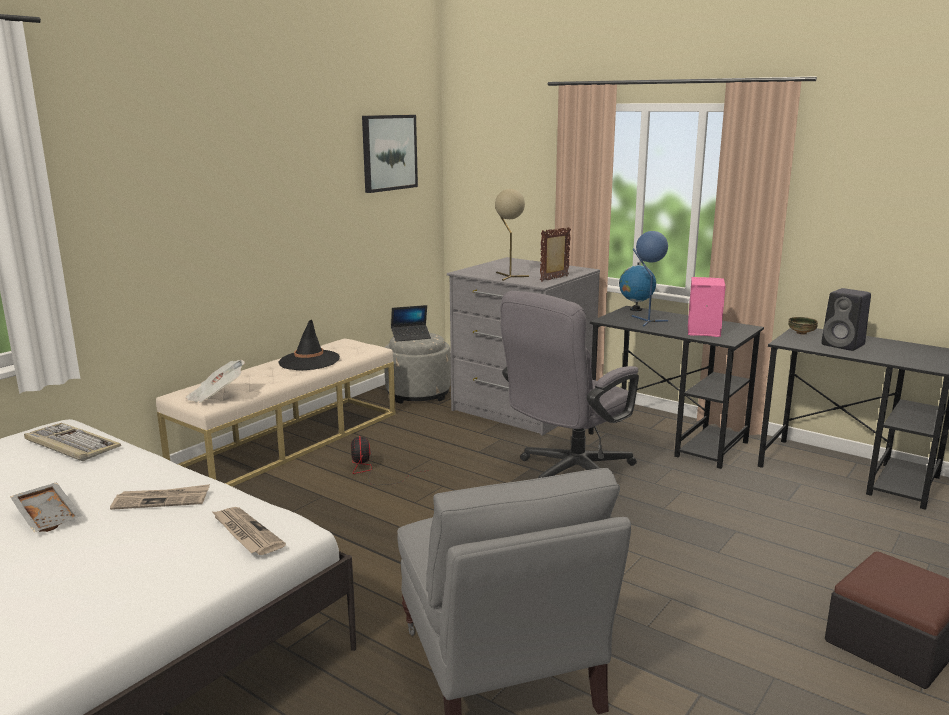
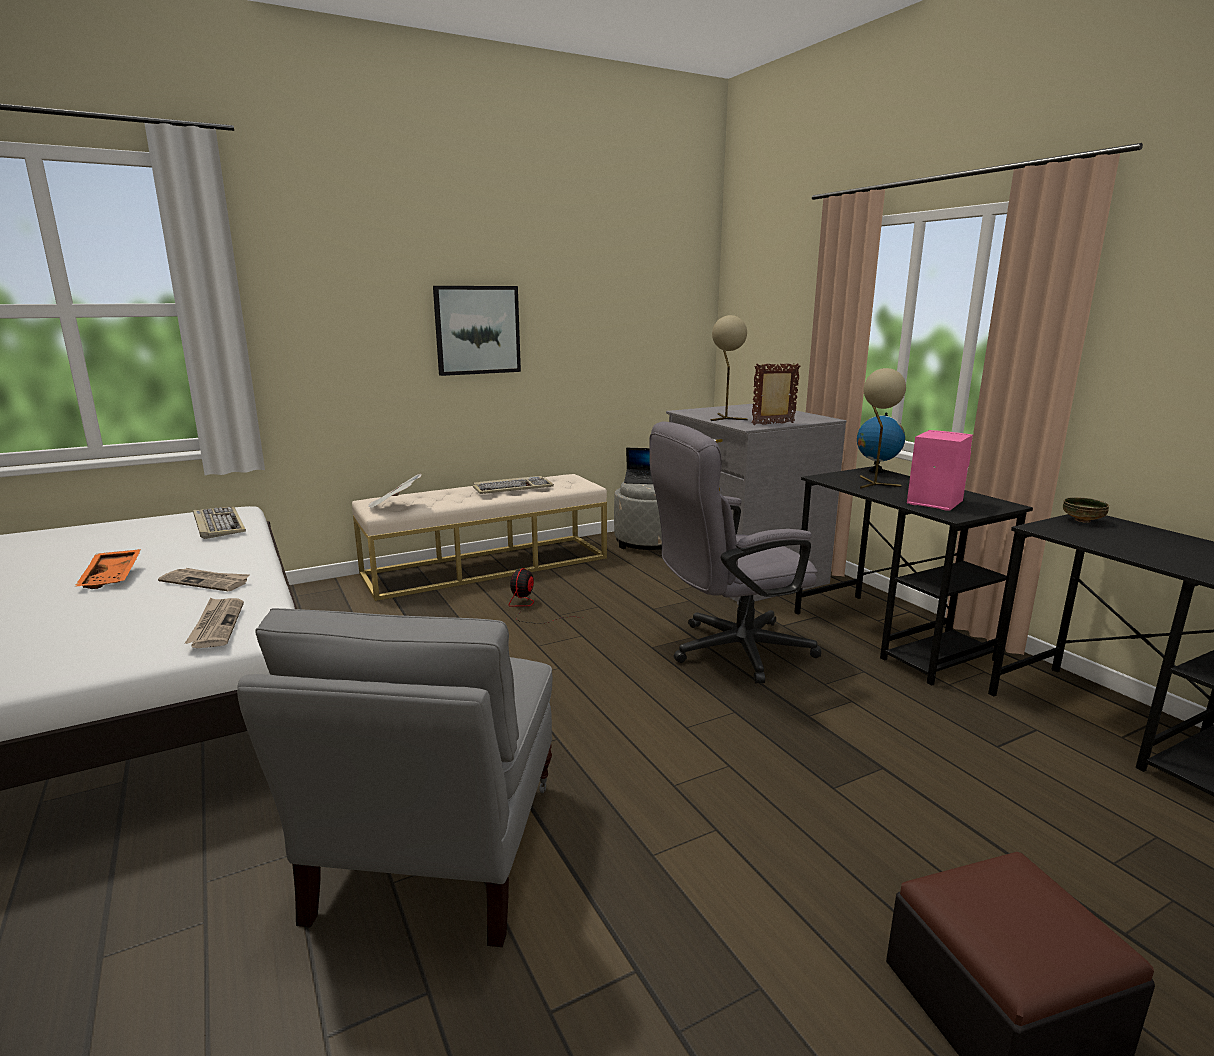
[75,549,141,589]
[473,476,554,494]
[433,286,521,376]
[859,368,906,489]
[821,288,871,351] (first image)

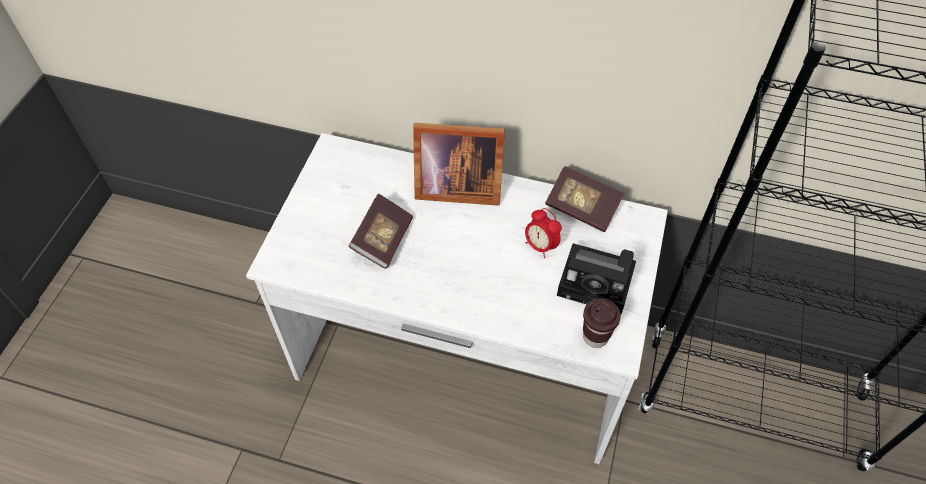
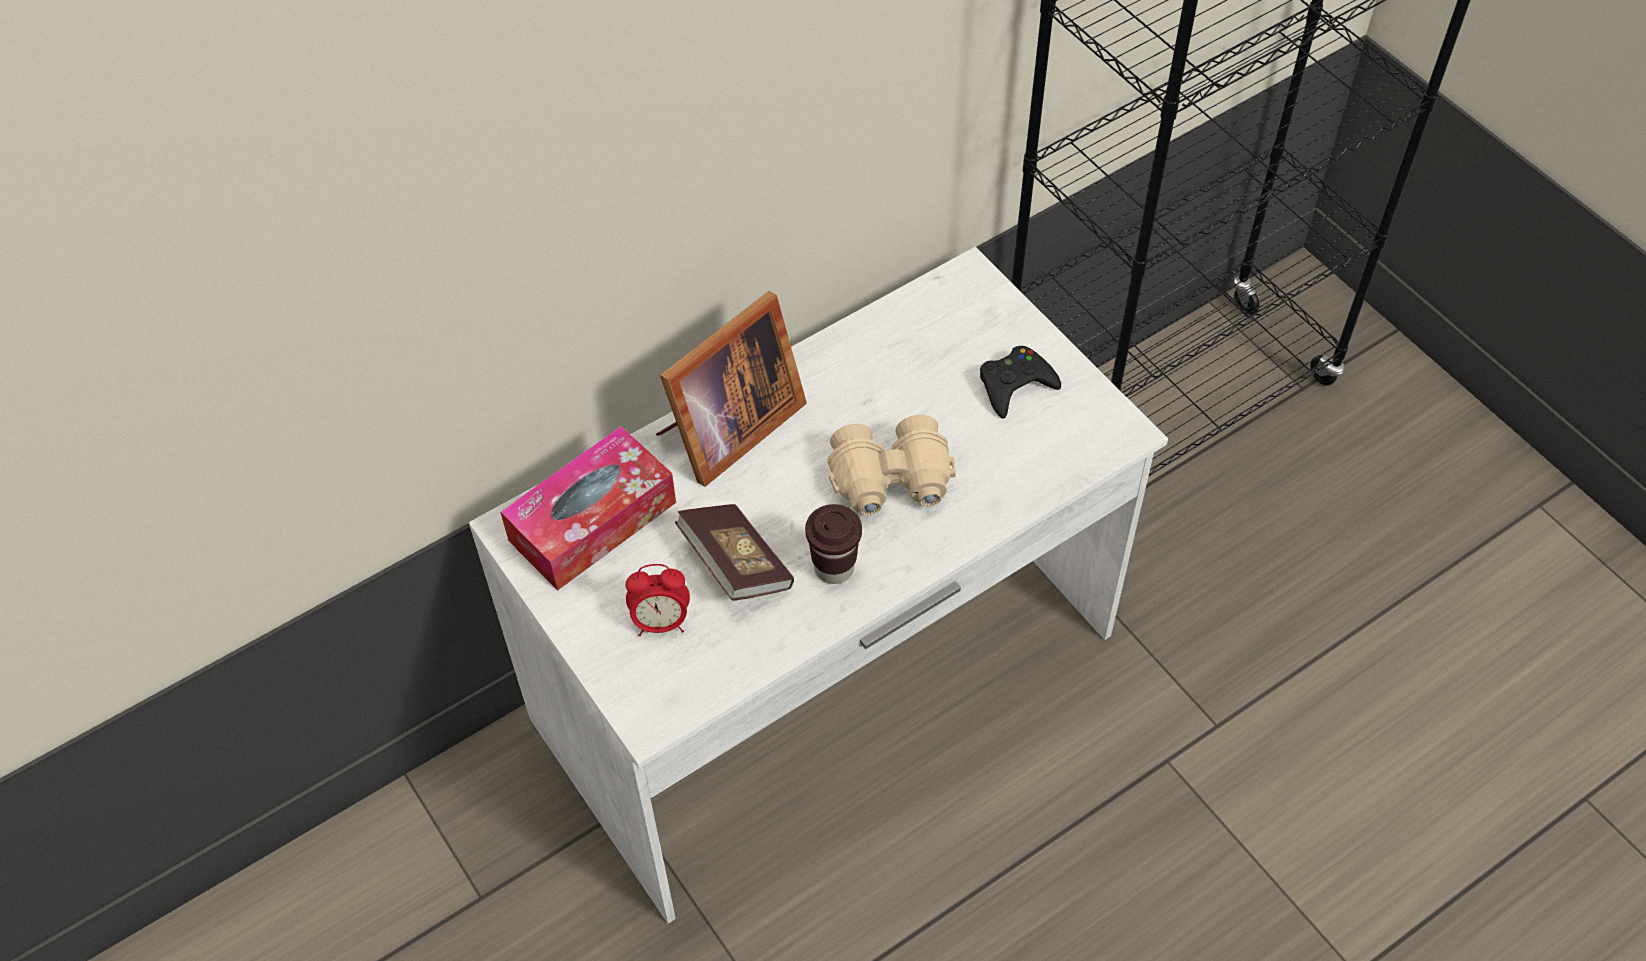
[626,564,690,636]
[545,166,624,232] (first image)
[980,346,1061,419]
[805,504,862,584]
[500,426,676,590]
[827,415,956,515]

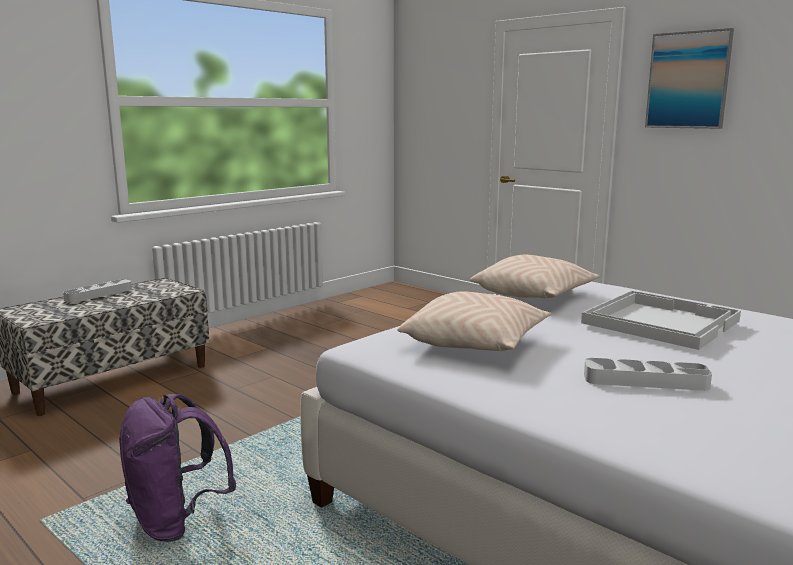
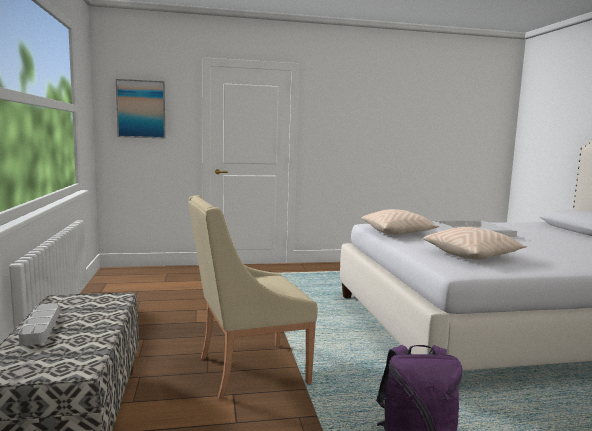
[584,358,712,391] (first image)
[116,79,165,138]
[189,195,318,399]

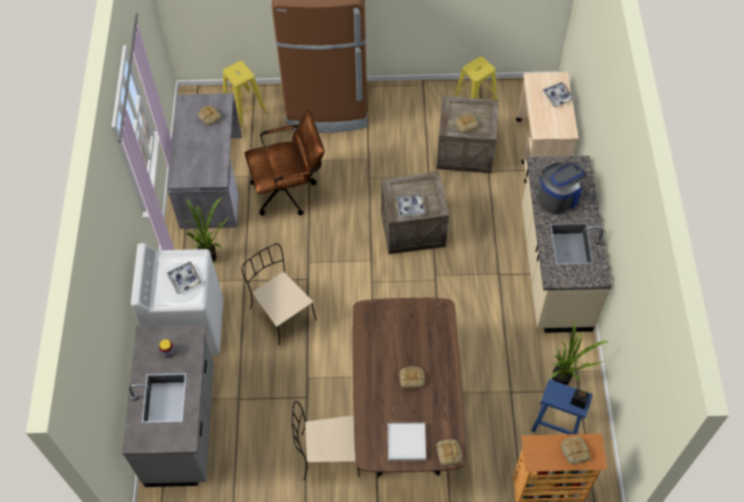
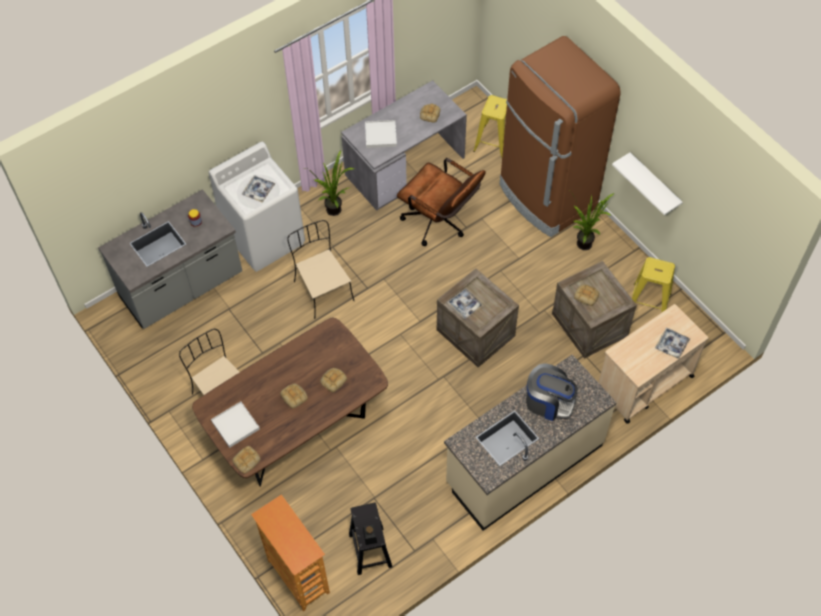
[287,220,354,319]
[349,502,392,575]
[568,190,614,250]
[320,368,347,393]
[365,120,397,148]
[612,152,683,215]

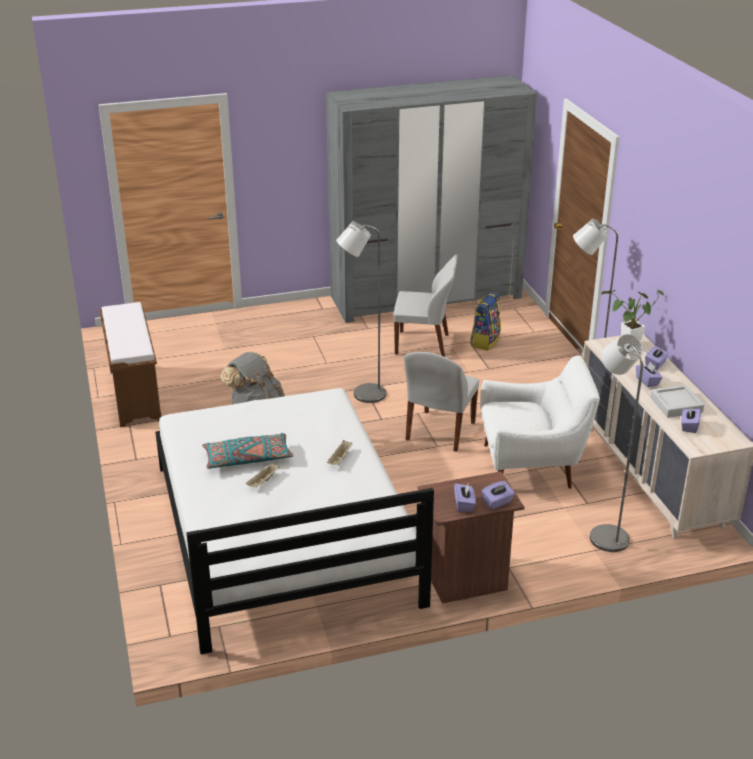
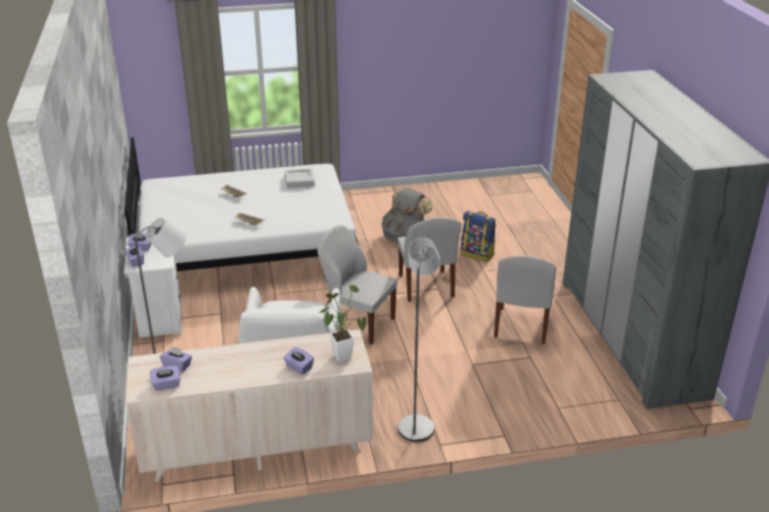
[100,302,161,427] (first image)
[202,433,293,469] (first image)
[398,218,461,302]
[124,237,182,338]
[460,211,496,262]
[150,366,180,391]
[285,168,315,188]

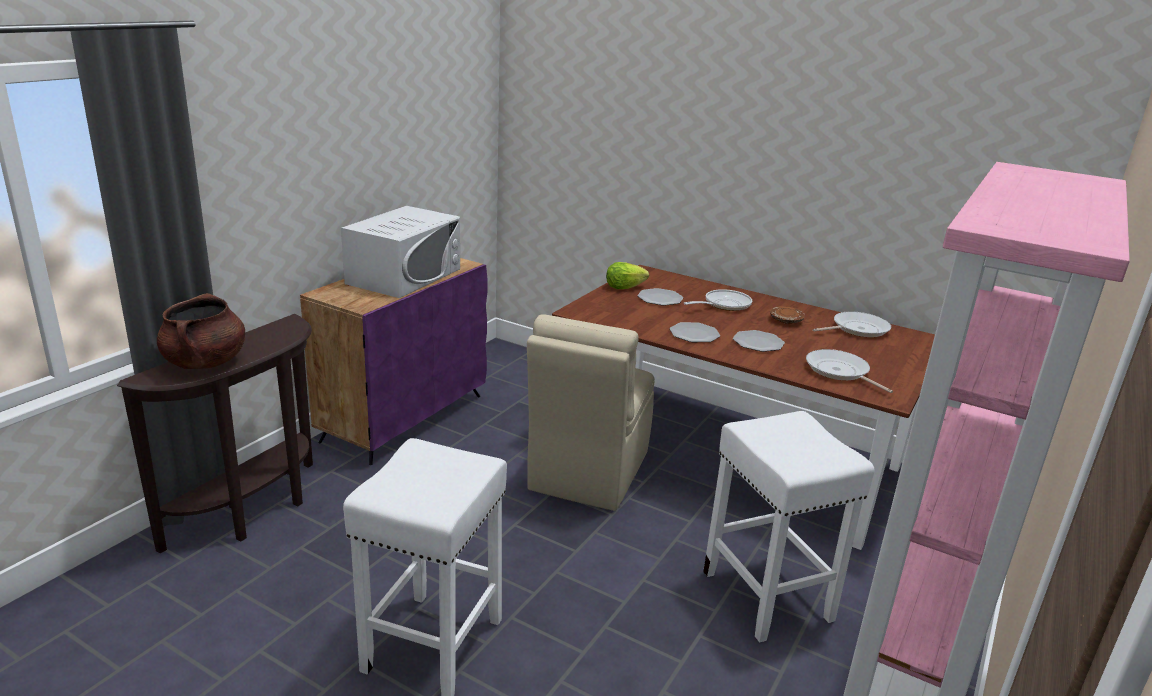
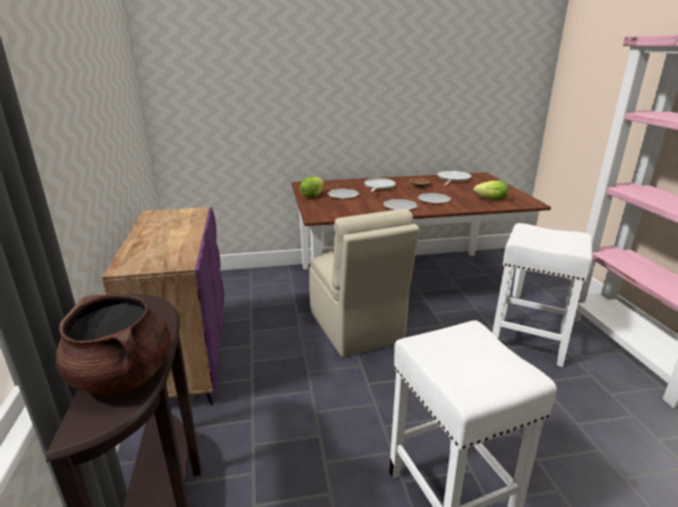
[341,206,460,298] (first image)
[473,180,508,201]

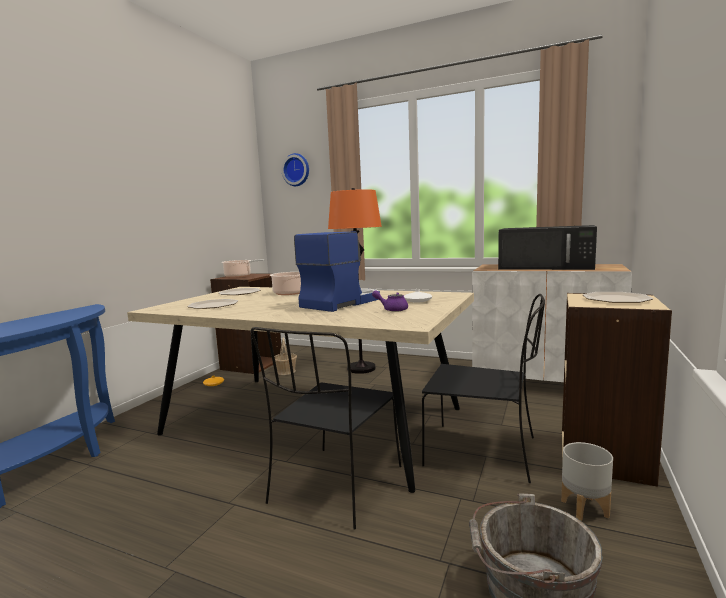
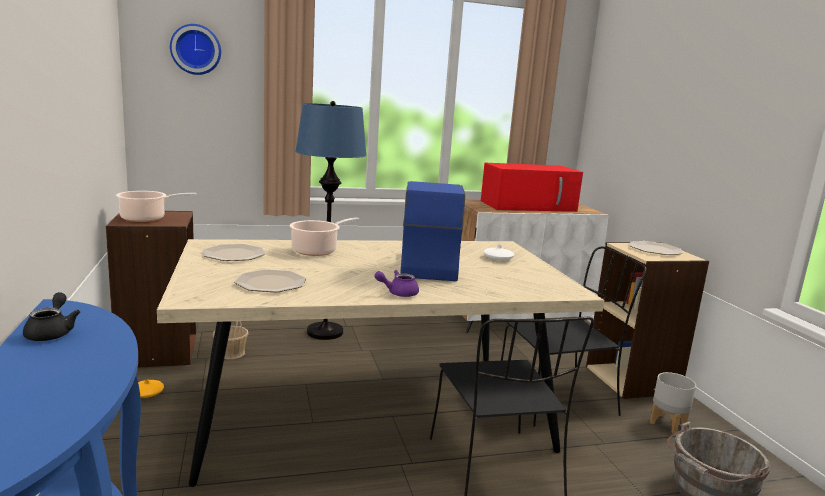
[295,101,367,340]
[374,270,419,297]
[481,163,583,212]
[23,292,80,341]

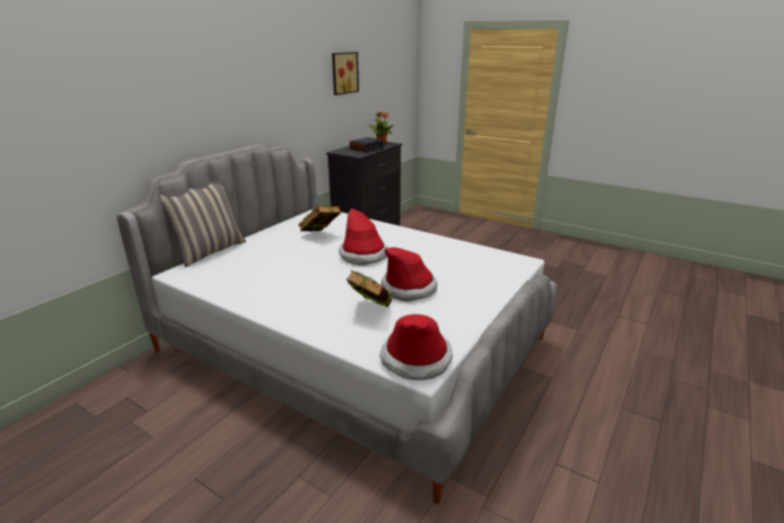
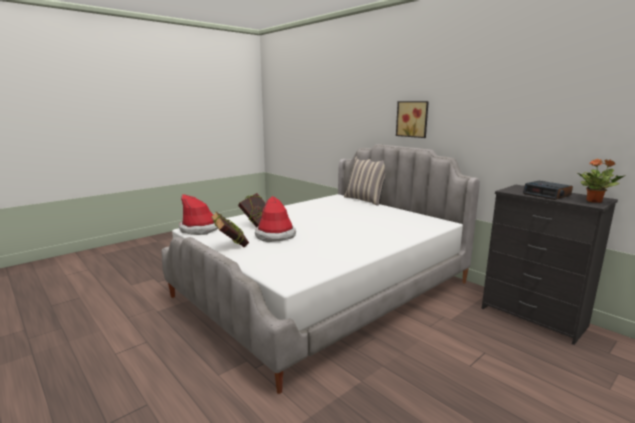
[211,212,249,247]
[396,101,429,138]
[339,208,388,266] (first image)

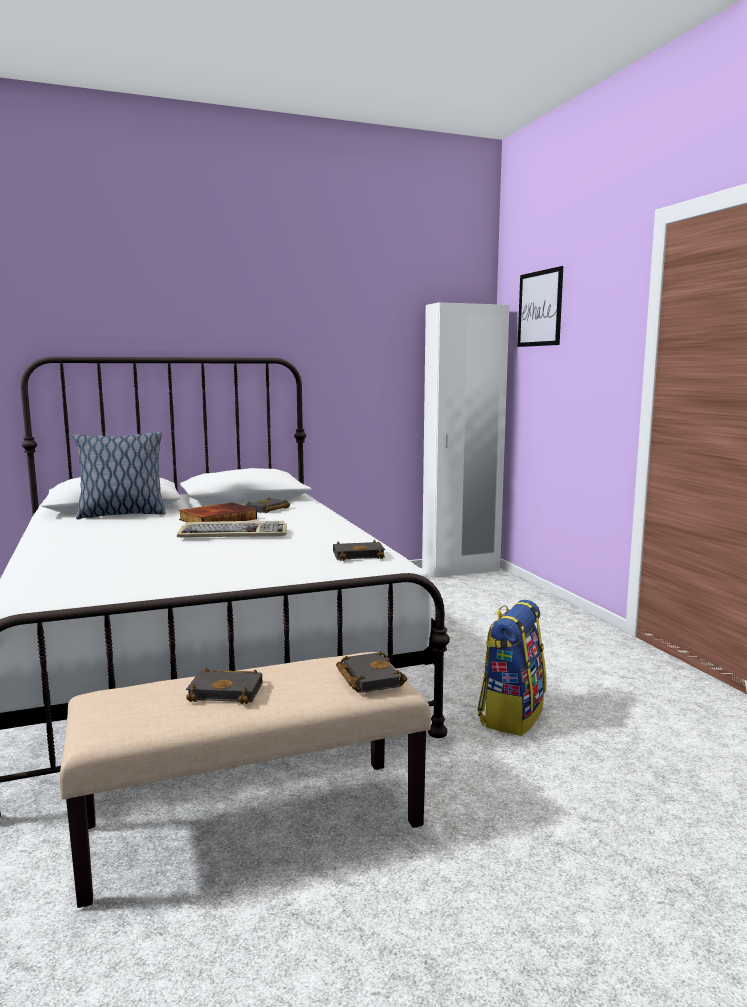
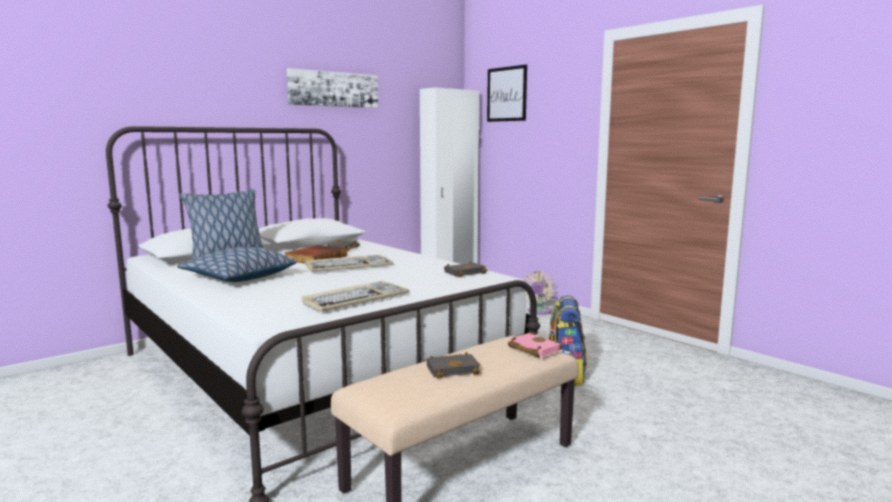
[508,332,563,358]
[177,247,297,282]
[287,68,378,108]
[302,281,410,312]
[524,271,555,315]

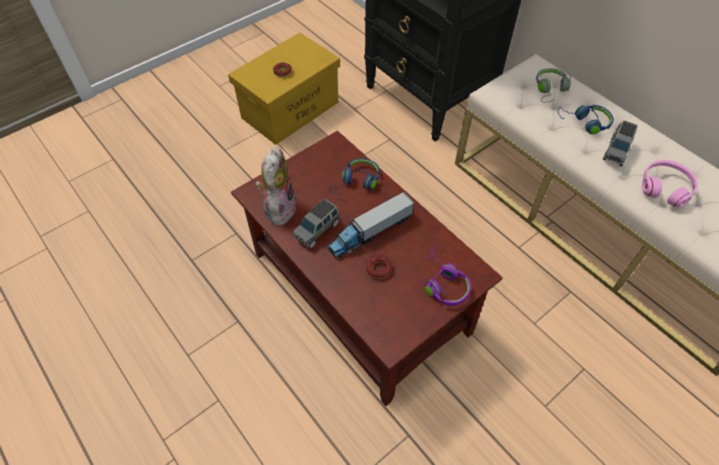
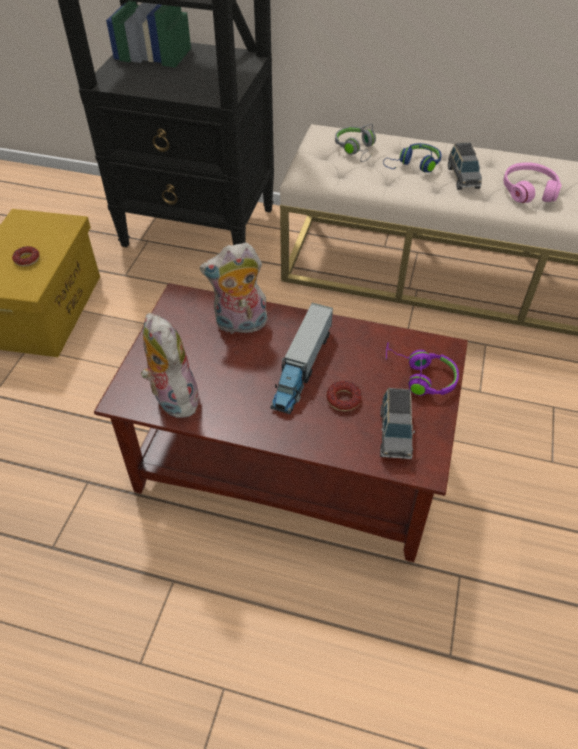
[380,388,415,459]
[200,242,268,334]

